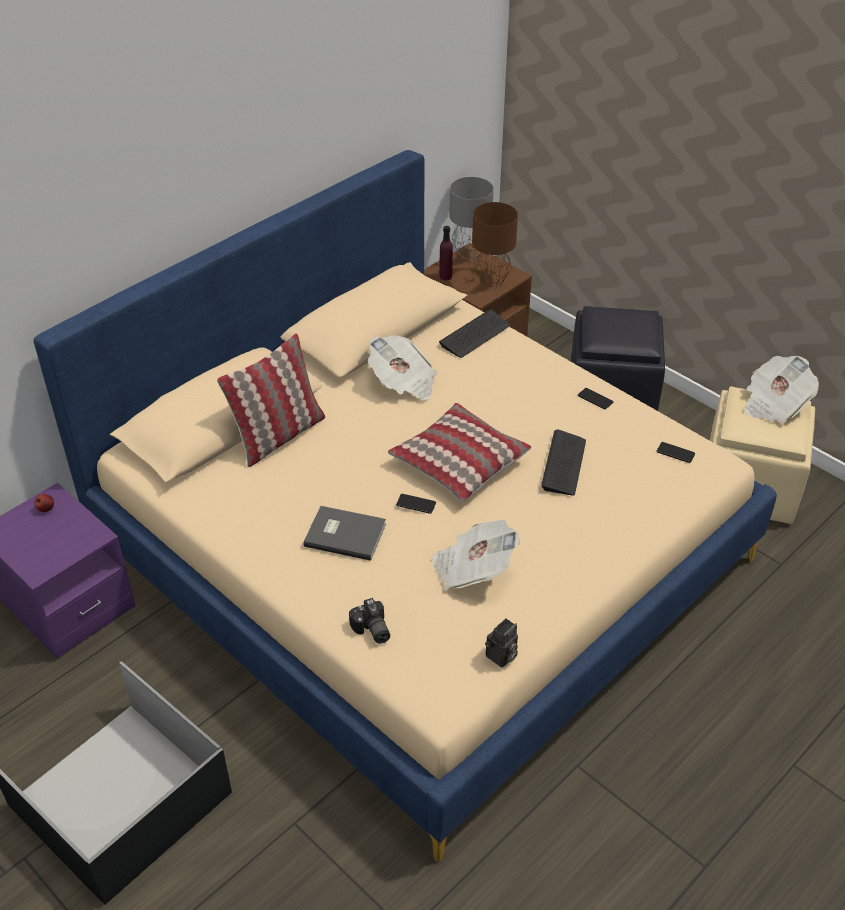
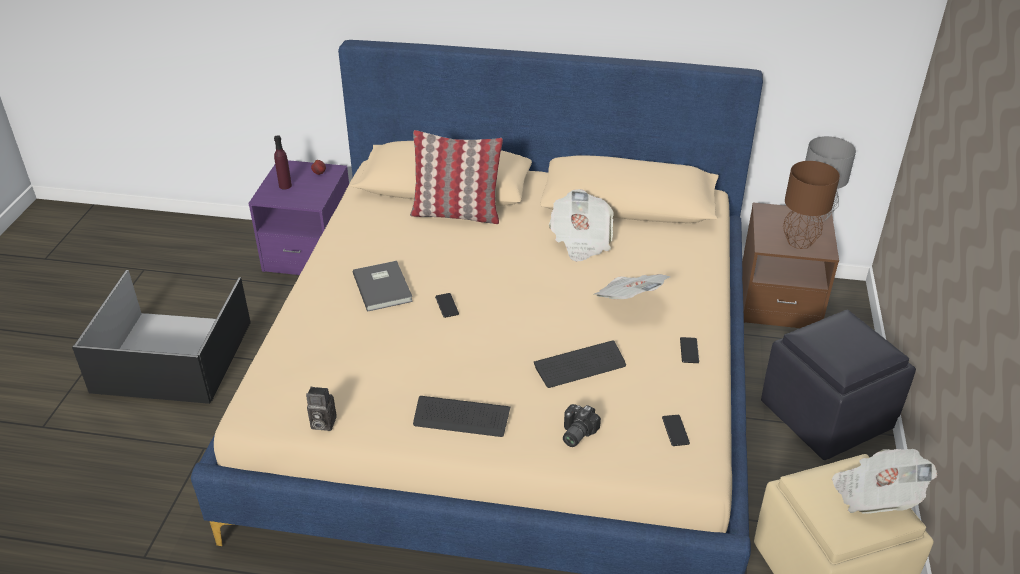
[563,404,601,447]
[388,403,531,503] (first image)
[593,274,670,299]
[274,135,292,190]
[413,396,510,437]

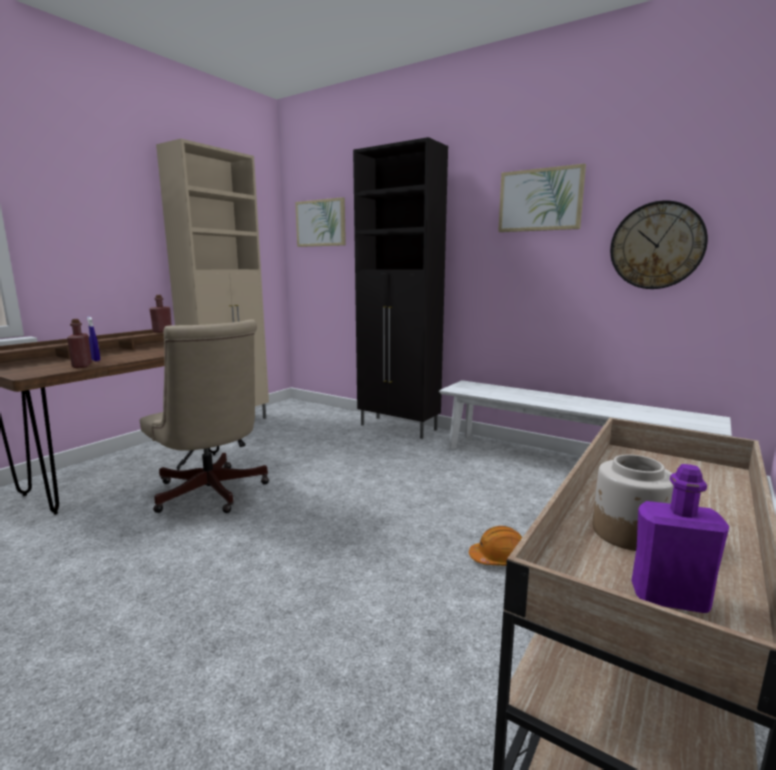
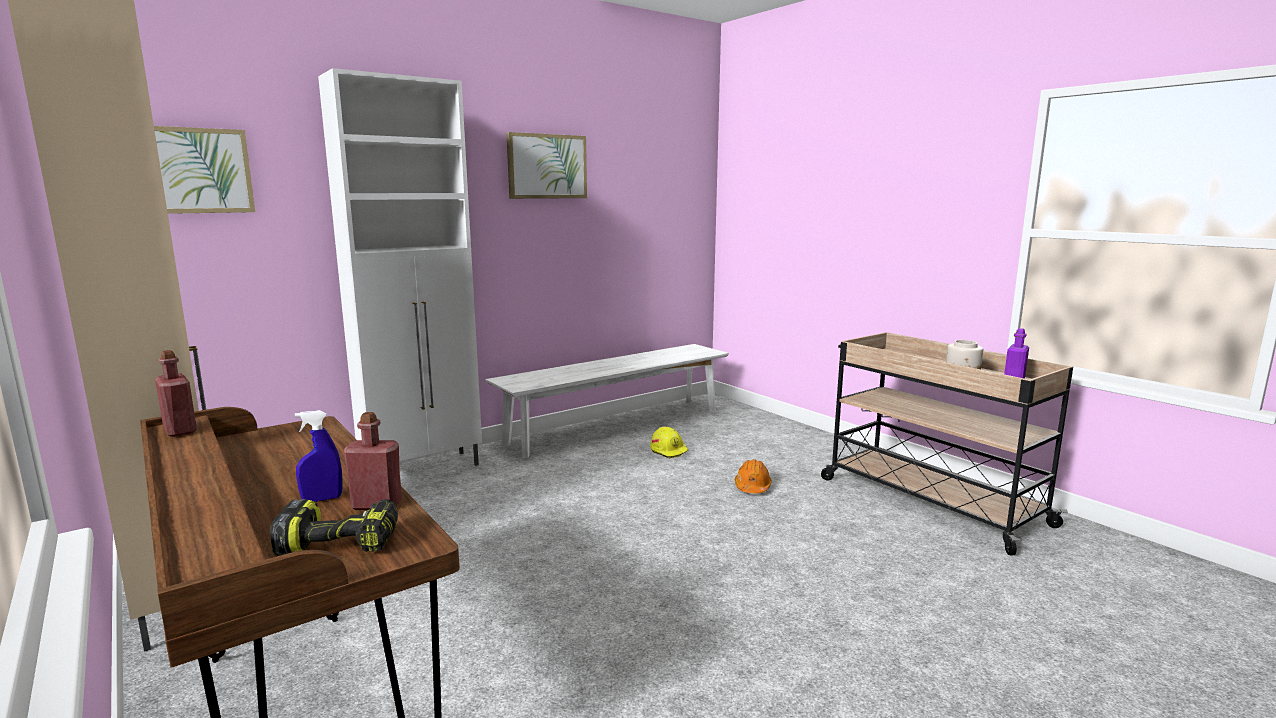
[140,319,269,513] (first image)
[318,68,482,466]
[610,200,708,289] (first image)
[270,499,398,555]
[650,426,688,458]

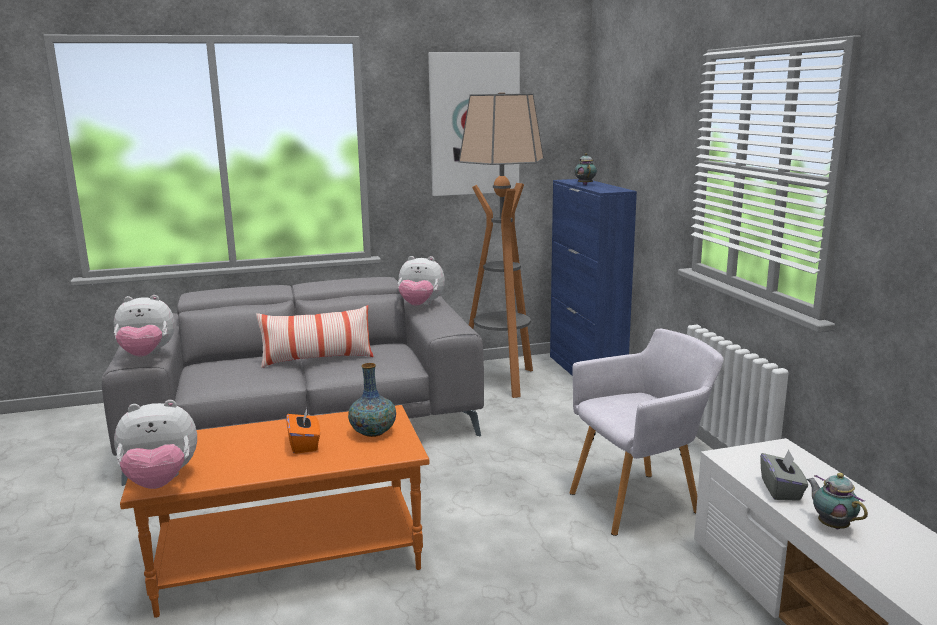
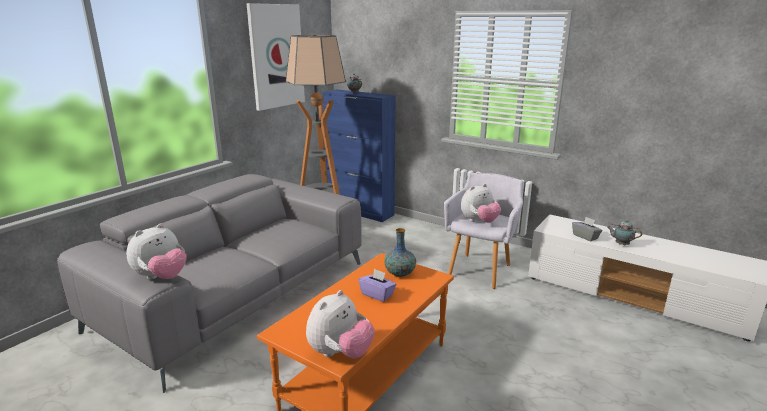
[256,305,373,368] (first image)
[358,269,396,302]
[461,184,501,223]

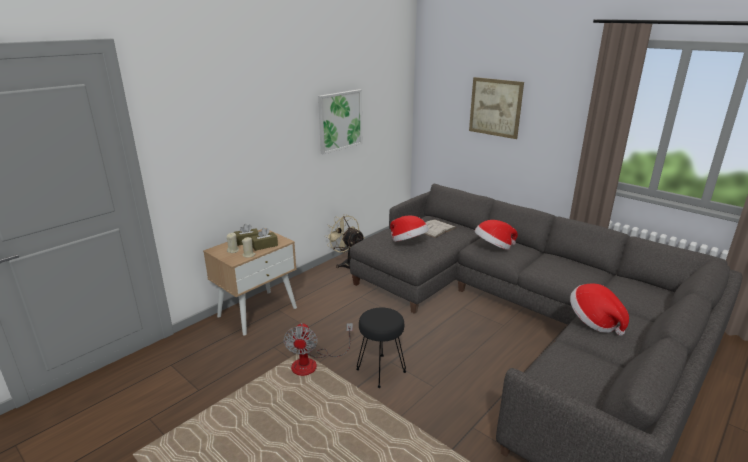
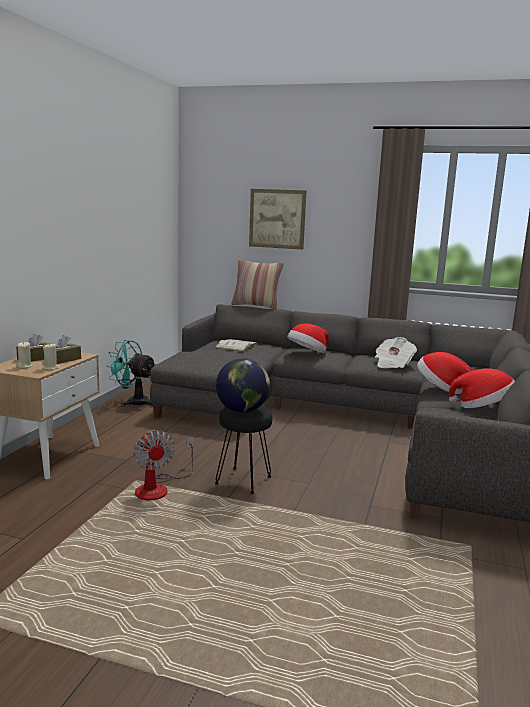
[318,89,362,154] (first image)
[106,340,156,407]
[449,368,515,408]
[216,358,270,413]
[231,259,284,309]
[375,337,417,368]

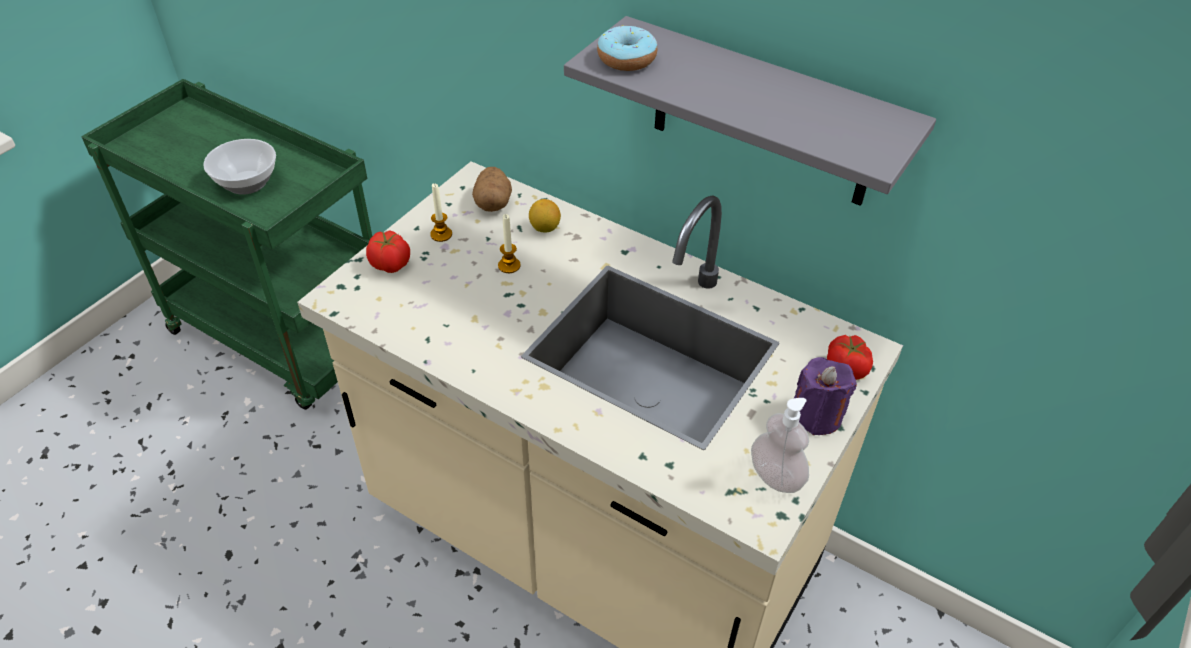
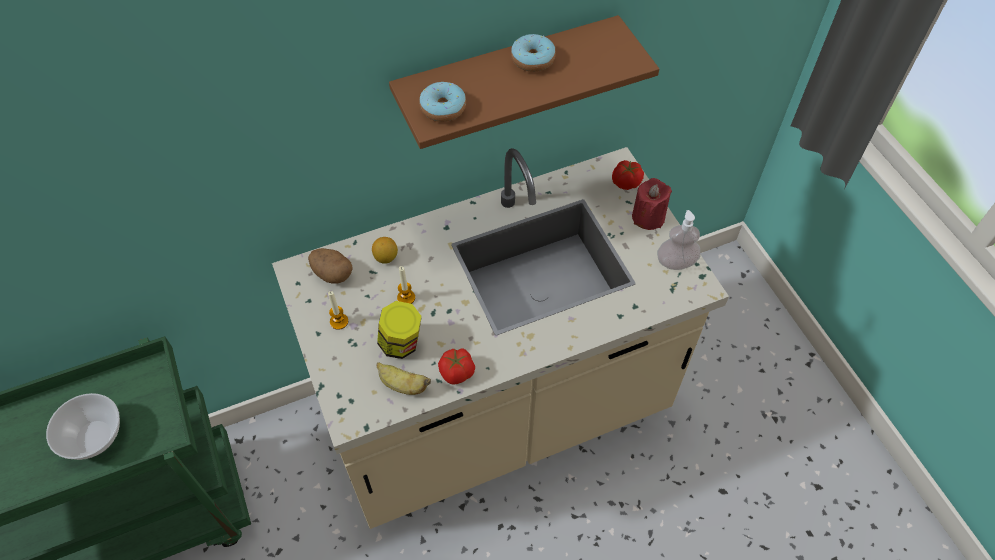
[438,348,475,385]
[389,15,659,149]
[632,178,672,230]
[377,301,422,359]
[377,362,431,395]
[511,34,556,72]

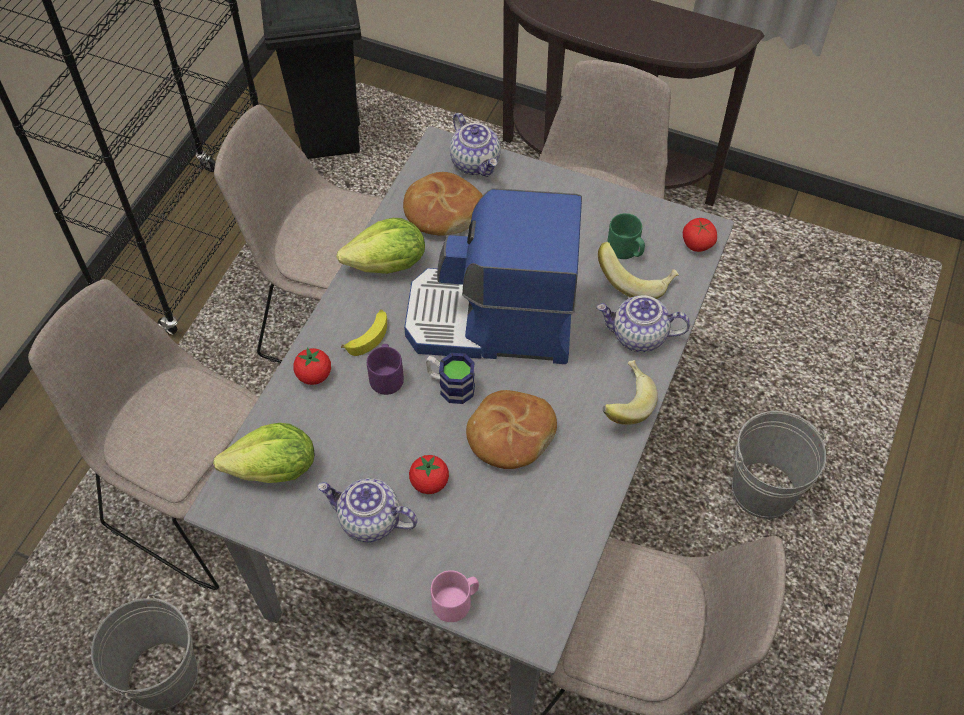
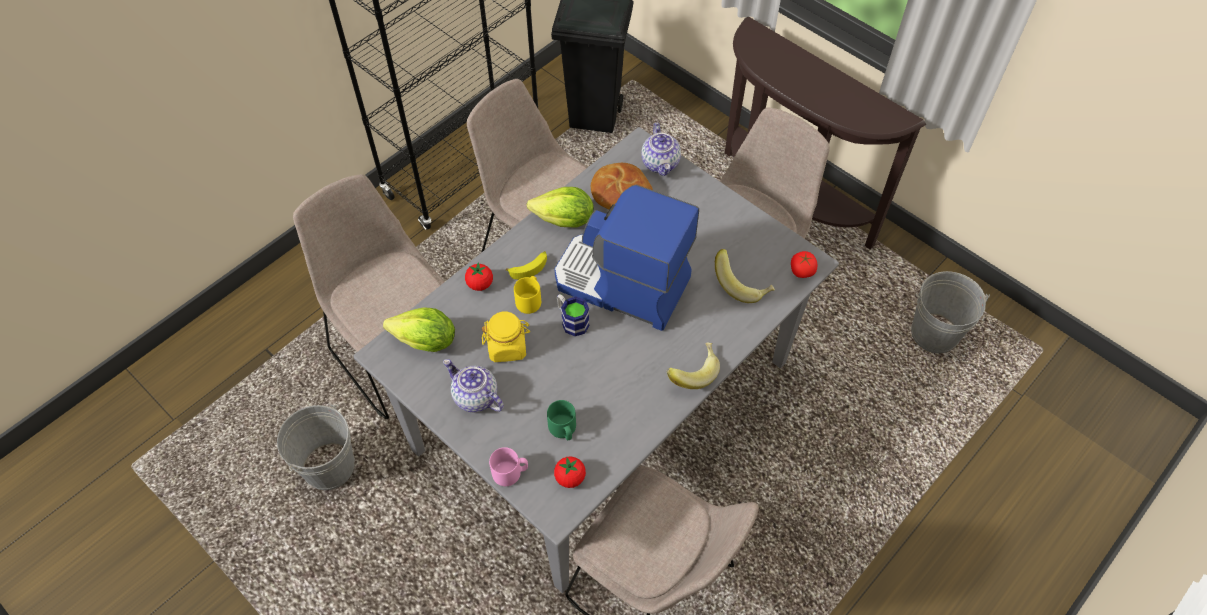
[514,276,541,314]
[554,457,586,488]
[466,390,557,469] (first image)
[596,295,690,352] (first image)
[547,400,576,440]
[911,271,990,353]
[482,312,530,362]

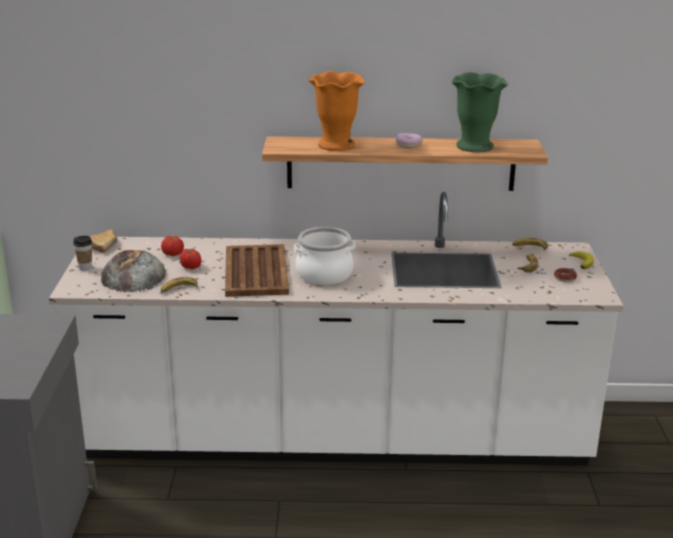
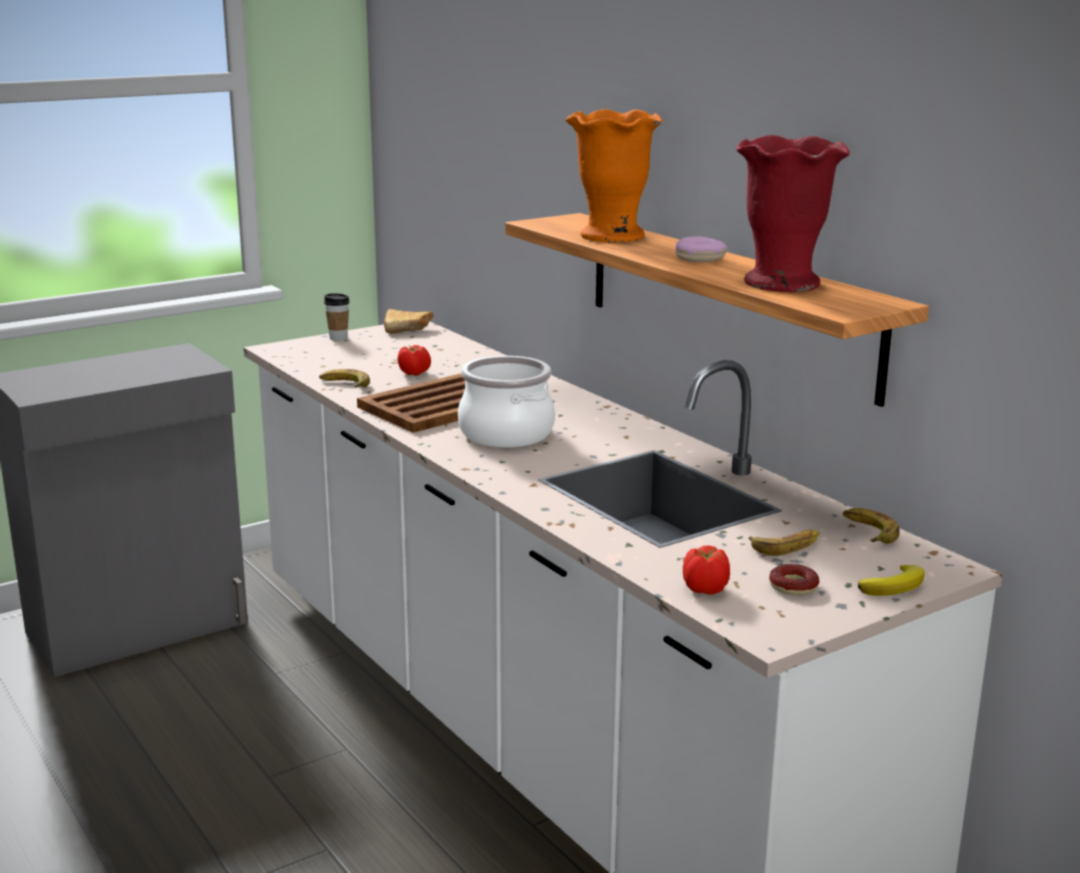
[101,250,166,293] (first image)
[683,545,730,595]
[736,135,850,292]

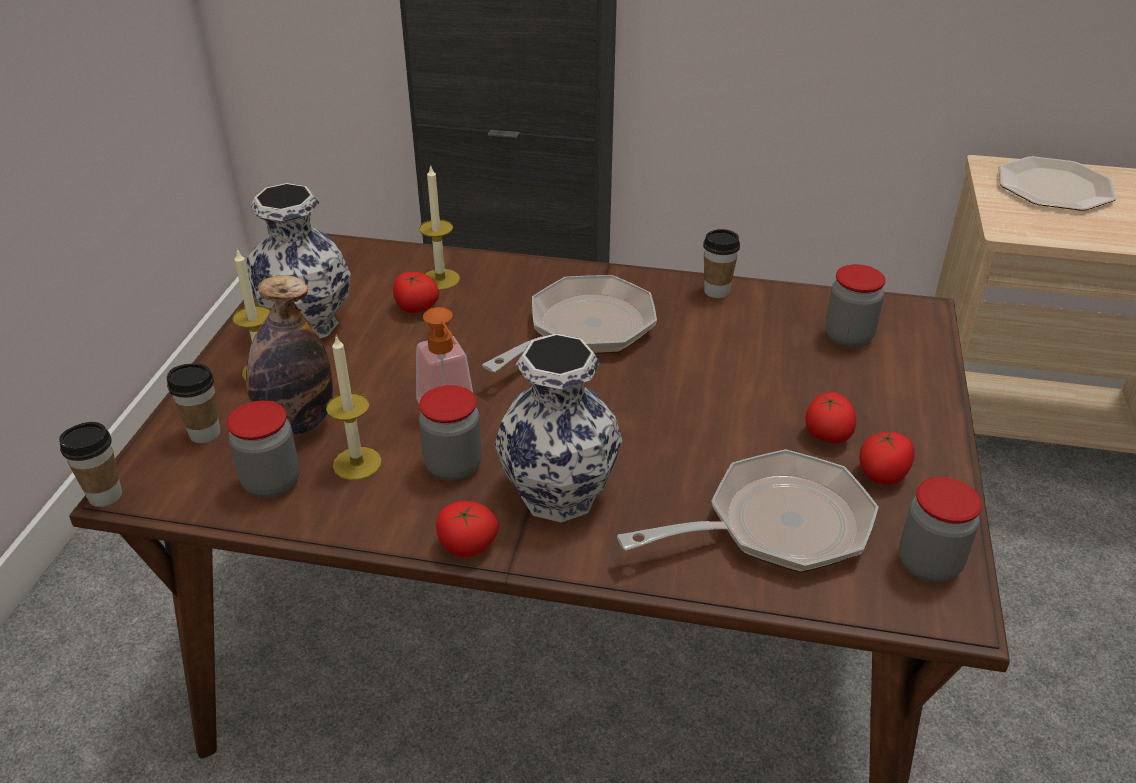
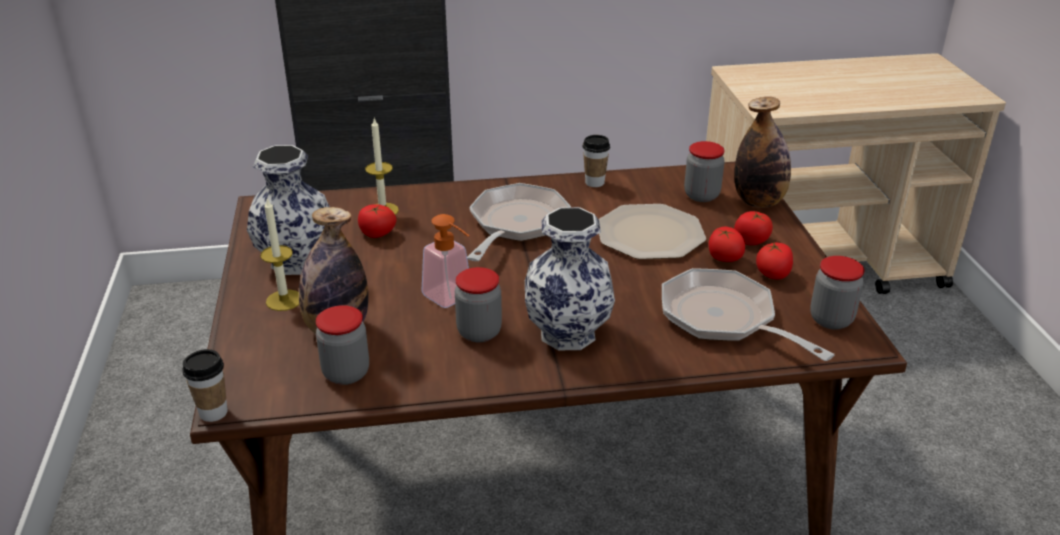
[166,363,220,443] (first image)
[326,335,382,480] (first image)
[734,211,773,245]
[662,268,834,361]
[599,204,706,260]
[734,97,791,208]

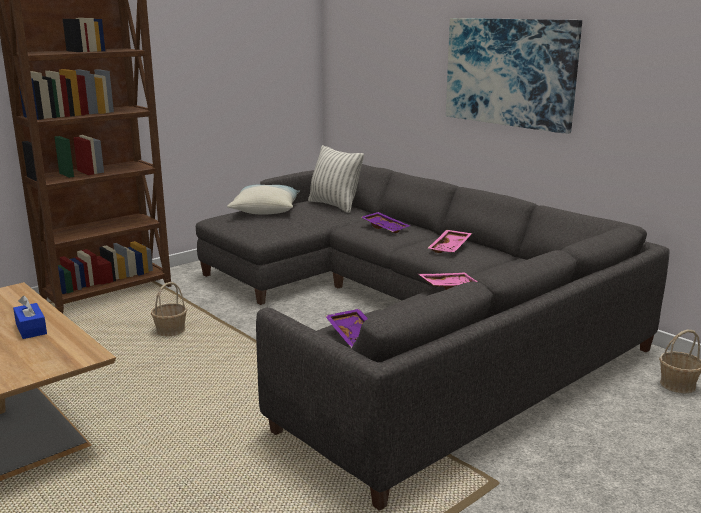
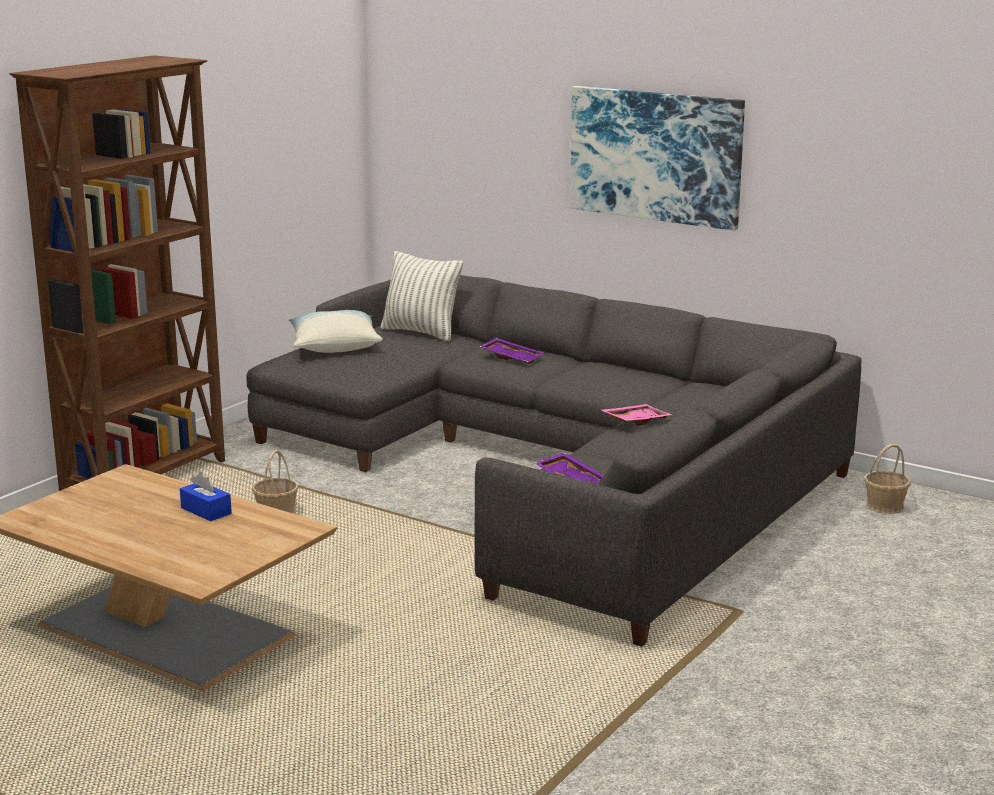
[428,230,472,253] (first image)

